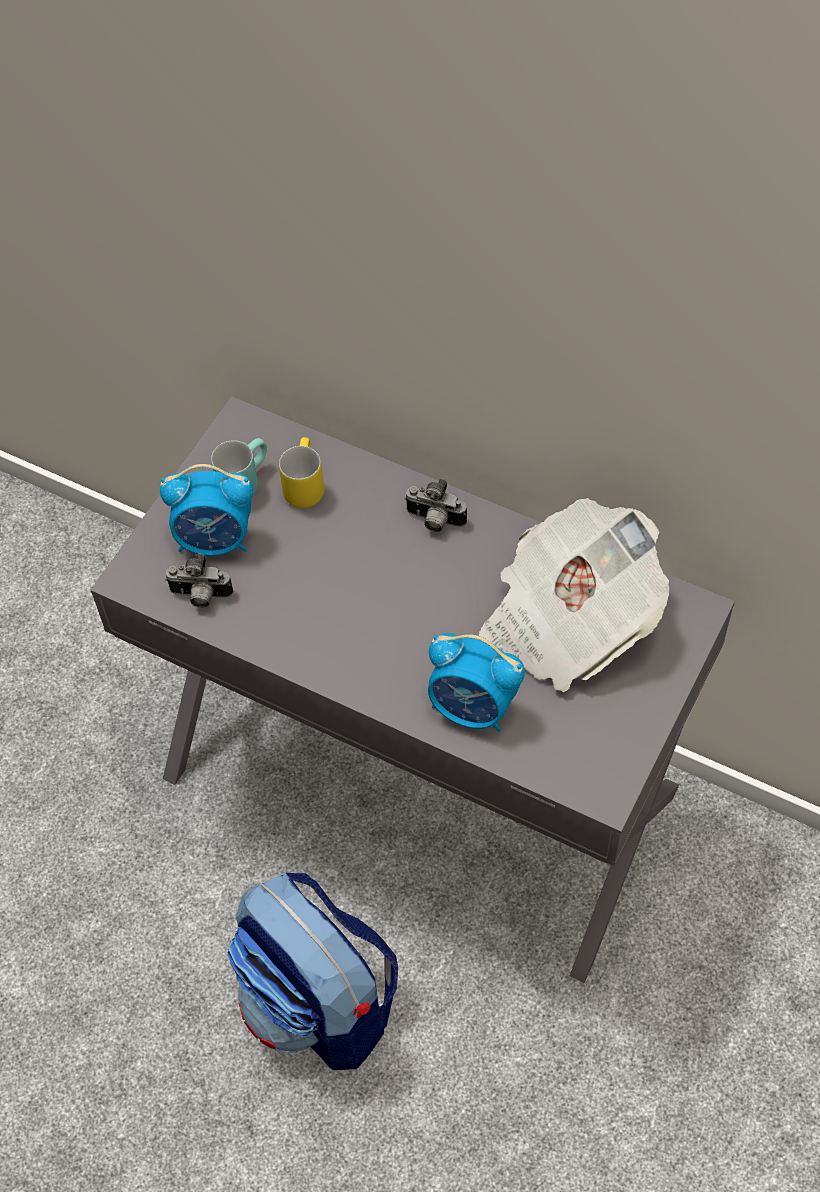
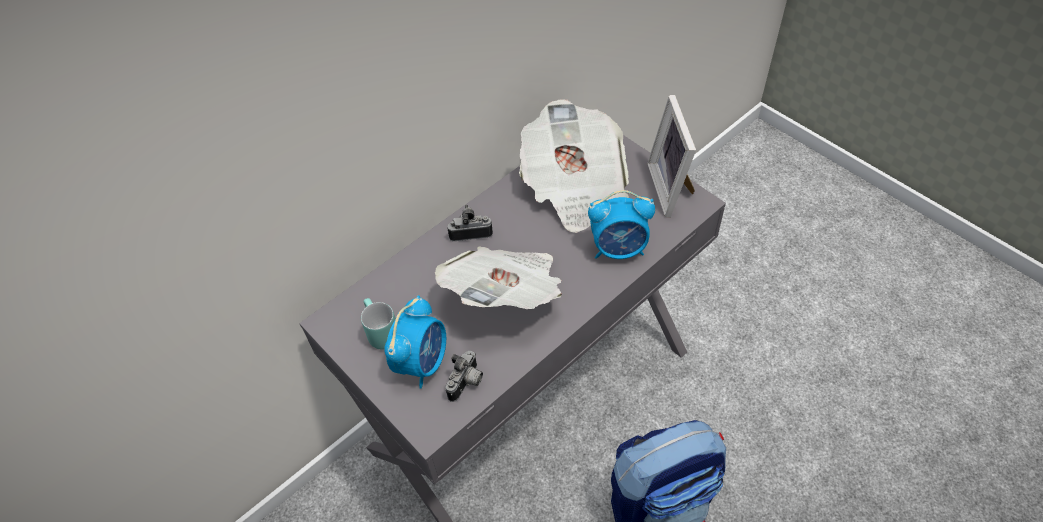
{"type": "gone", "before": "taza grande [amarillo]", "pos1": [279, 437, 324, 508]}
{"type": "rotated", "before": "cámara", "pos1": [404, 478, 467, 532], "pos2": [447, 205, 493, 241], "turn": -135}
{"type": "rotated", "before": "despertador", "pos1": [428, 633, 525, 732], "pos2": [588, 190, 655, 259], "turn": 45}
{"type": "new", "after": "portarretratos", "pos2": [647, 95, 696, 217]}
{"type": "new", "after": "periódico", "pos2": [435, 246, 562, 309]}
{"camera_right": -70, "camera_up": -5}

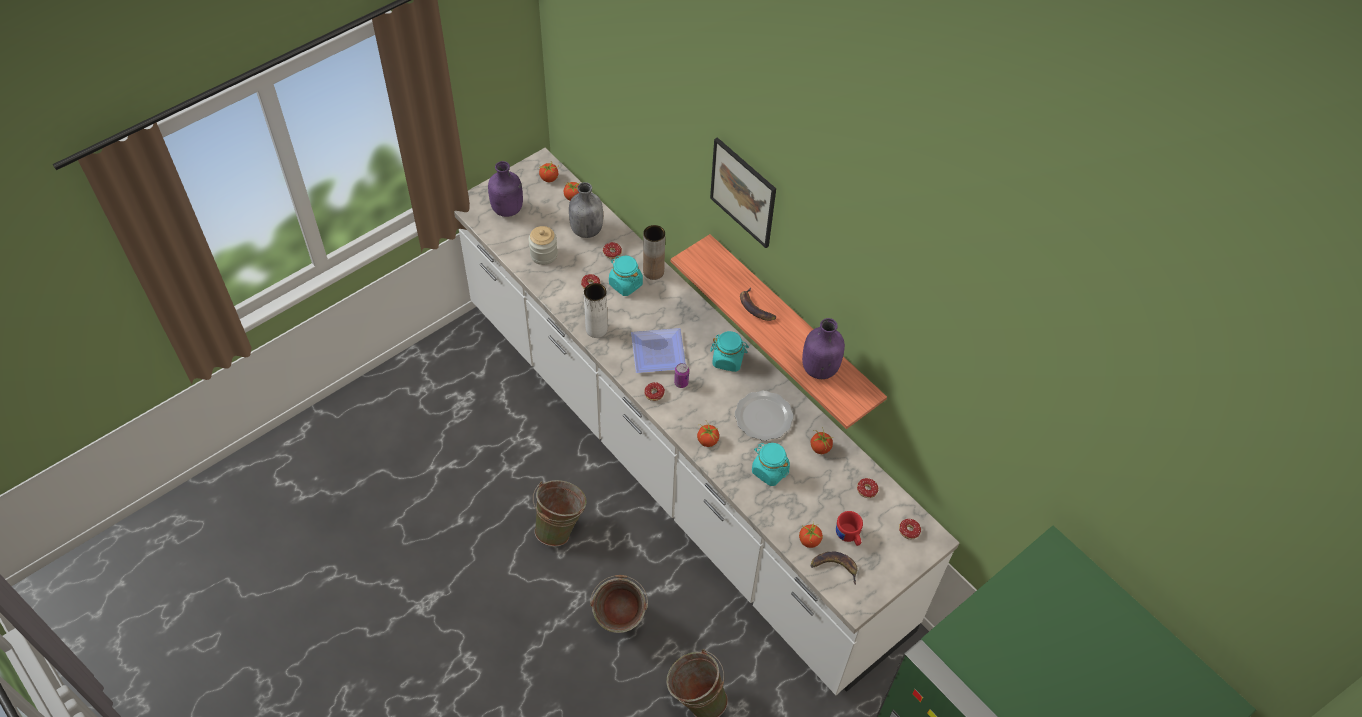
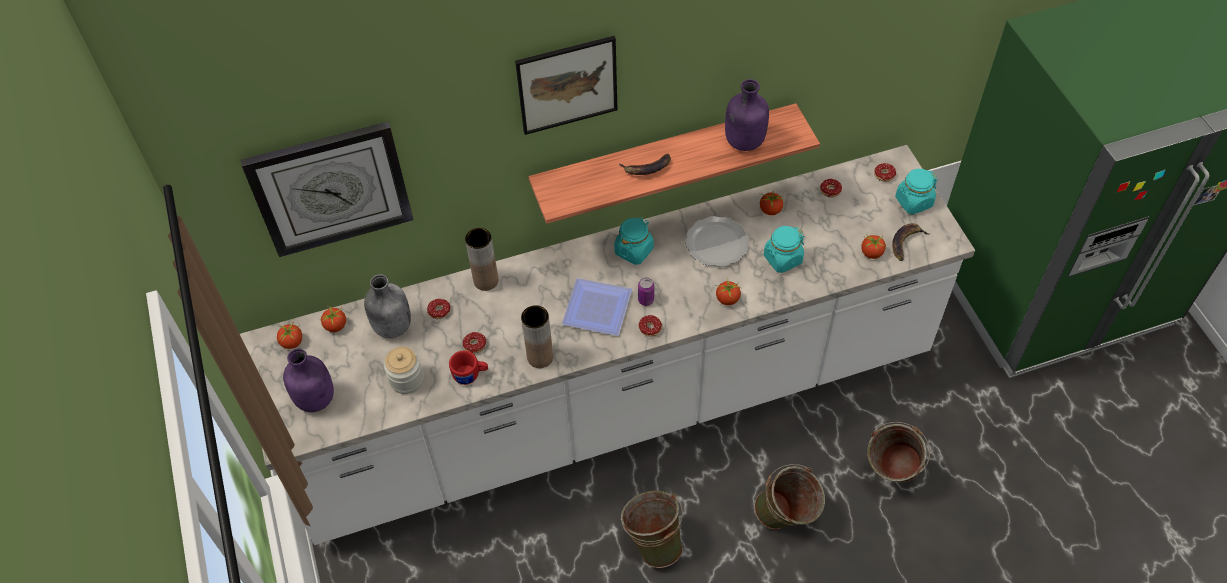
{"type": "shifted", "before": "tarro [turquesa]", "pos1": [609, 256, 643, 296], "pos2": [895, 169, 937, 215]}
{"type": "repainted", "before": "florero [blanco]", "after": "florero [marrón]", "pos1": [584, 283, 608, 338], "pos2": [521, 305, 553, 368]}
{"type": "shifted", "before": "taza grande [rojo]", "pos1": [836, 511, 863, 546], "pos2": [449, 351, 488, 385]}
{"type": "new", "after": "reloj de pared", "pos2": [241, 121, 413, 257]}
{"camera_right": -65, "camera_up": 0}

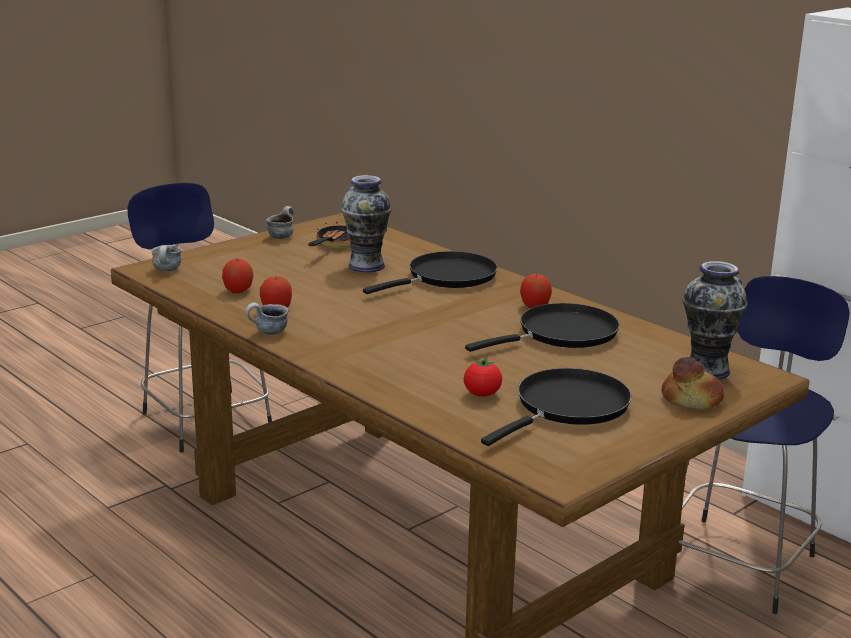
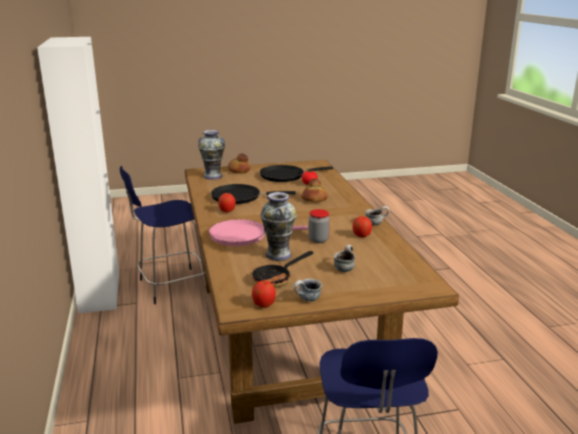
{"type": "shifted", "before": "taza grande", "pos1": [151, 245, 182, 271], "pos2": [334, 245, 355, 272]}
{"type": "repainted", "before": "sartén [negro]", "after": "sartén [rosa]", "pos1": [363, 251, 497, 294], "pos2": [209, 219, 308, 246]}
{"type": "shifted", "before": "manzana", "pos1": [222, 259, 253, 293], "pos2": [252, 280, 276, 308]}
{"type": "new", "after": "pan", "pos2": [301, 179, 327, 202]}
{"type": "new", "after": "tarro", "pos2": [308, 209, 330, 243]}
{"camera_right": -150, "camera_up": 0}

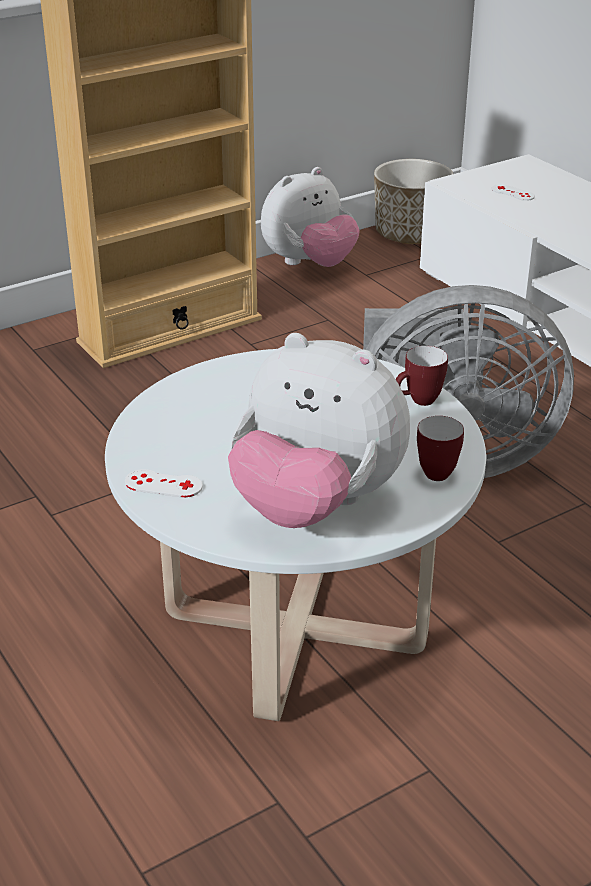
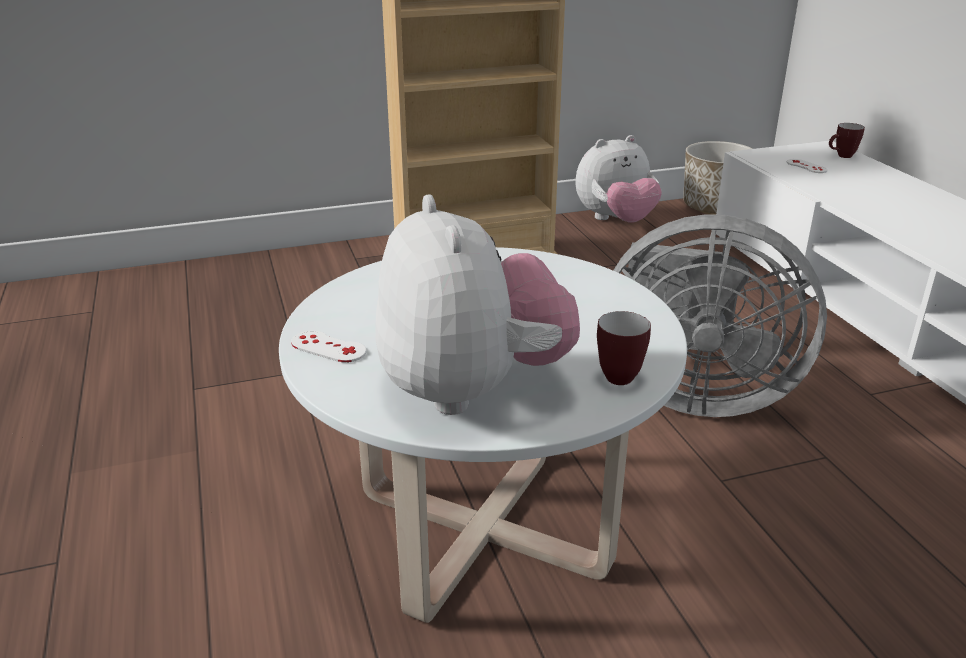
{"type": "rotated", "before": "peluche", "pos1": [228, 333, 410, 528], "pos2": [375, 194, 580, 415], "turn": -150}
{"type": "shifted", "before": "taza grande", "pos1": [396, 346, 448, 406], "pos2": [829, 123, 865, 158]}
{"camera_right": 15, "camera_up": -5}

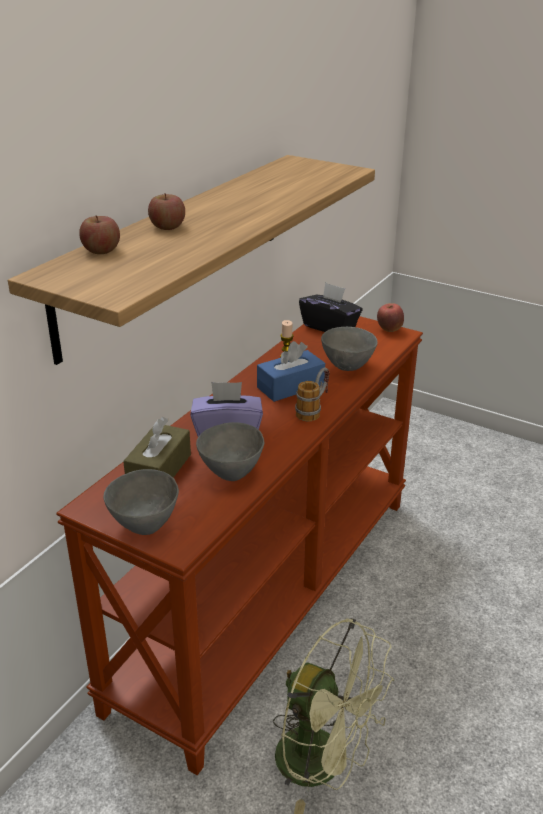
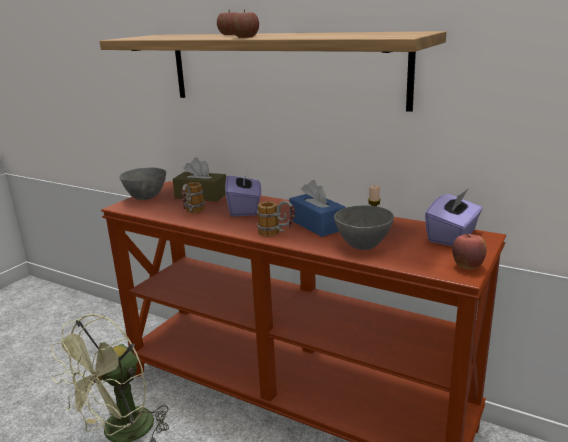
{"type": "shifted", "before": "manzana", "pos1": [79, 215, 120, 254], "pos2": [231, 10, 259, 38]}
{"type": "repainted", "before": "caja de pañuelos [negro]", "after": "caja de pañuelos [morado]", "pos1": [299, 282, 362, 332], "pos2": [425, 188, 482, 247]}
{"type": "swapped", "before": "cuenco [gris]", "after": "taza grande", "pos1": [196, 422, 265, 481], "pos2": [181, 182, 205, 213]}
{"camera_right": 90, "camera_up": -10}

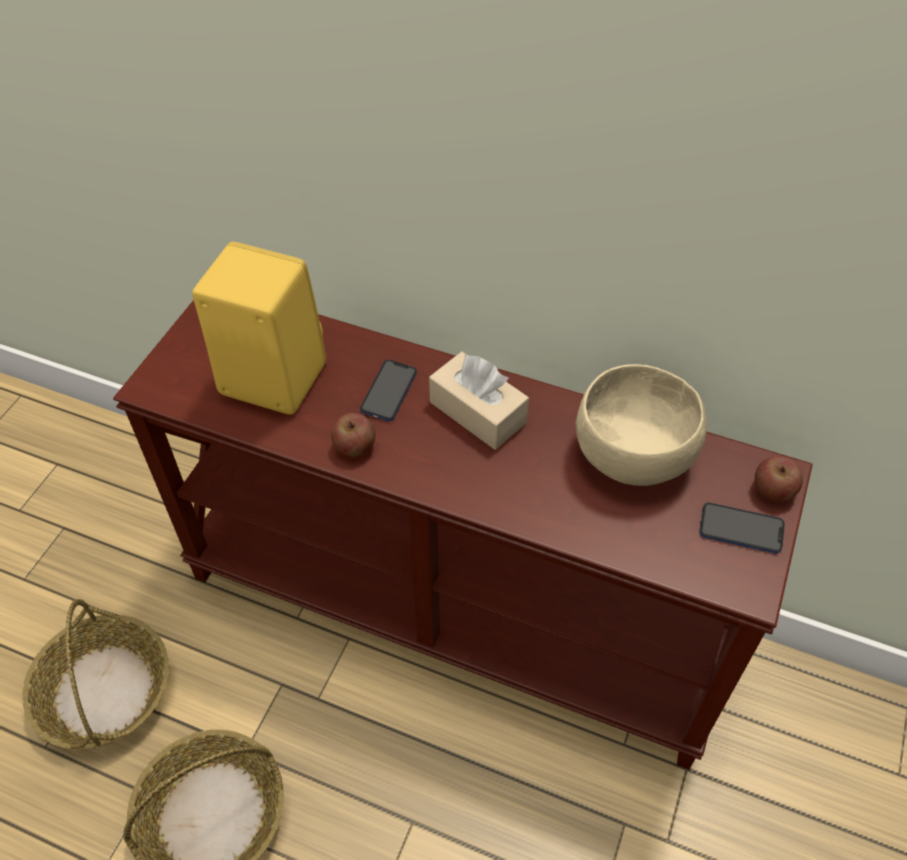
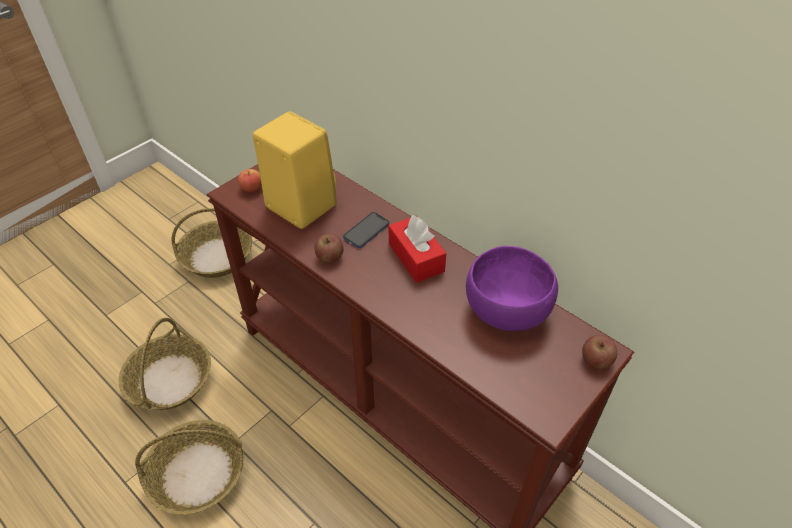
{"type": "repainted", "before": "caja de pañuelos [beis]", "after": "caja de pañuelos [rojo]", "pos1": [429, 352, 529, 450], "pos2": [389, 215, 446, 283]}
{"type": "repainted", "before": "cuenco [beis]", "after": "cuenco [morado]", "pos1": [576, 364, 707, 486], "pos2": [466, 246, 558, 331]}
{"type": "gone", "before": "móvil", "pos1": [699, 502, 785, 554]}
{"type": "new", "after": "manzana", "pos2": [238, 169, 262, 192]}
{"type": "new", "after": "cesta", "pos2": [172, 208, 252, 278]}
{"camera_right": 20, "camera_up": -5}

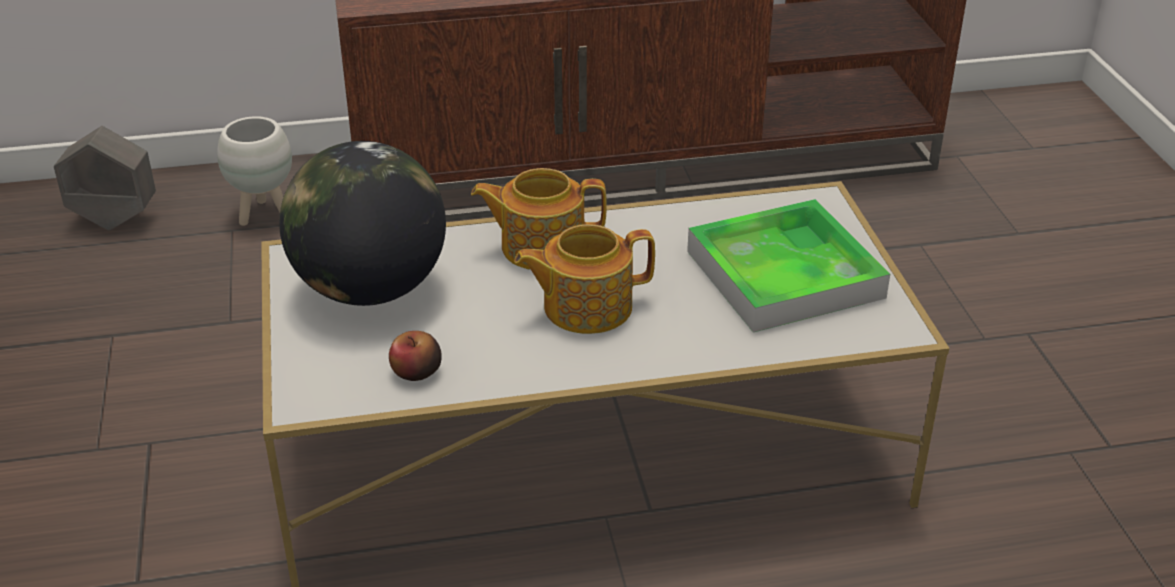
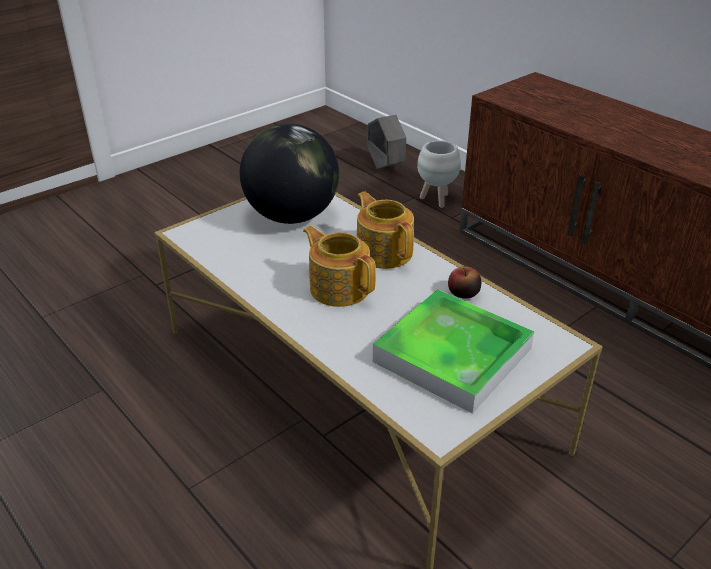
{"type": "shifted", "before": "manzana", "pos1": [389, 331, 442, 381], "pos2": [448, 266, 481, 298]}
{"camera_right": 60, "camera_up": 0}

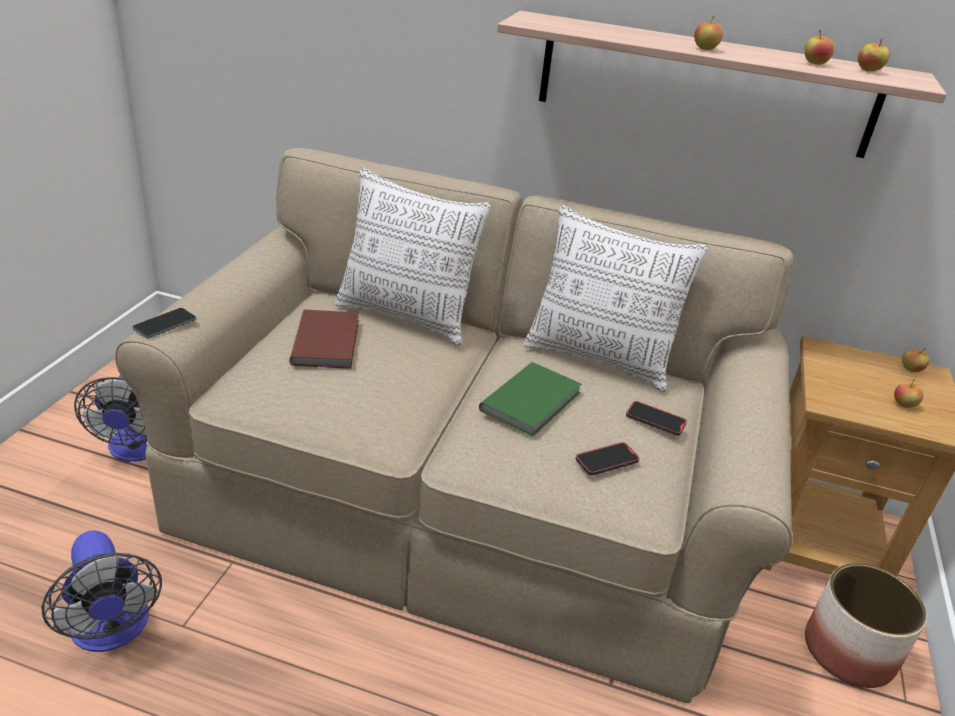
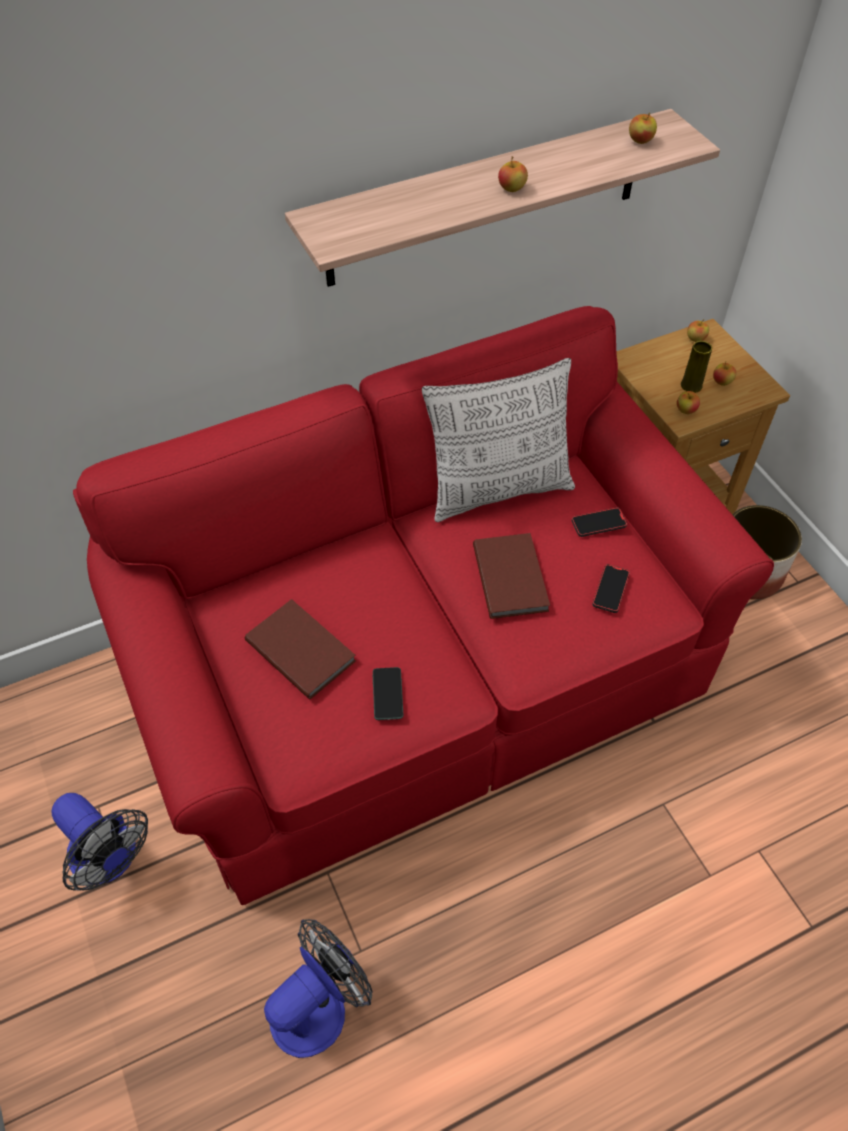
{"type": "shifted", "before": "manzana", "pos1": [805, 30, 835, 65], "pos2": [677, 391, 700, 414]}
{"type": "repainted", "before": "sofá [beis]", "after": "sofá [rojo]", "pos1": [115, 148, 793, 703], "pos2": [73, 306, 774, 905]}
{"type": "gone", "before": "cojín", "pos1": [335, 168, 491, 346]}
{"type": "shifted", "before": "móvil", "pos1": [132, 308, 196, 338], "pos2": [373, 667, 403, 720]}
{"type": "repainted", "before": "libro [verde]", "after": "libro [marrón]", "pos1": [479, 362, 582, 437], "pos2": [473, 533, 550, 619]}
{"type": "rotated", "before": "ventilador", "pos1": [41, 530, 162, 652], "pos2": [264, 919, 373, 1058], "turn": -60}
{"type": "new", "after": "florero [amarillo]", "pos2": [681, 341, 712, 393]}
{"camera_right": -40, "camera_up": 20}

